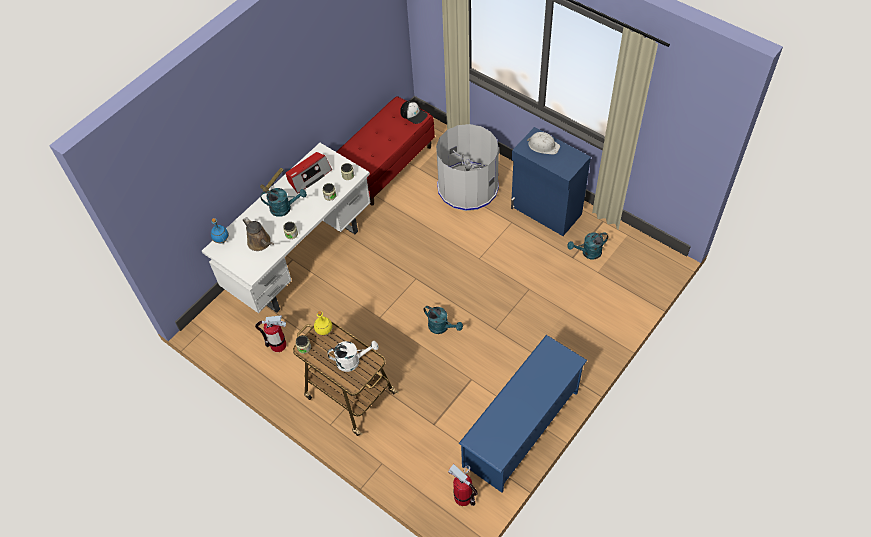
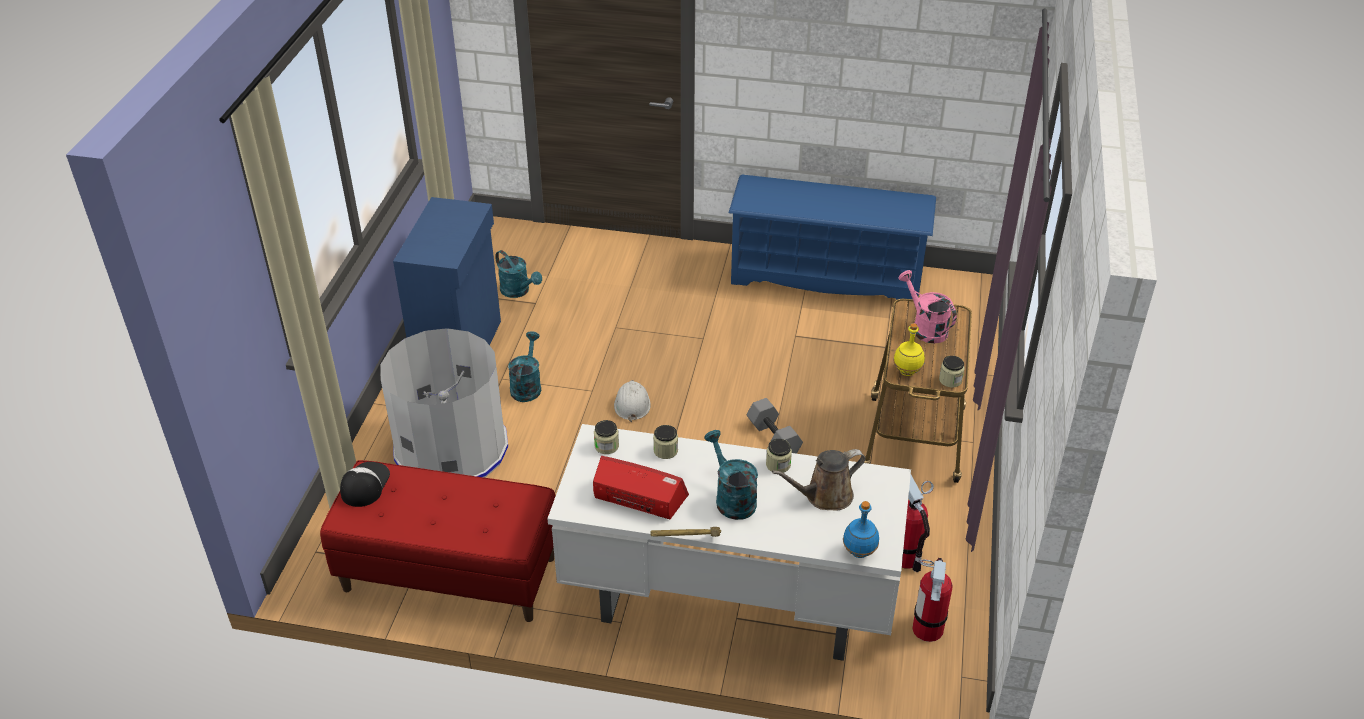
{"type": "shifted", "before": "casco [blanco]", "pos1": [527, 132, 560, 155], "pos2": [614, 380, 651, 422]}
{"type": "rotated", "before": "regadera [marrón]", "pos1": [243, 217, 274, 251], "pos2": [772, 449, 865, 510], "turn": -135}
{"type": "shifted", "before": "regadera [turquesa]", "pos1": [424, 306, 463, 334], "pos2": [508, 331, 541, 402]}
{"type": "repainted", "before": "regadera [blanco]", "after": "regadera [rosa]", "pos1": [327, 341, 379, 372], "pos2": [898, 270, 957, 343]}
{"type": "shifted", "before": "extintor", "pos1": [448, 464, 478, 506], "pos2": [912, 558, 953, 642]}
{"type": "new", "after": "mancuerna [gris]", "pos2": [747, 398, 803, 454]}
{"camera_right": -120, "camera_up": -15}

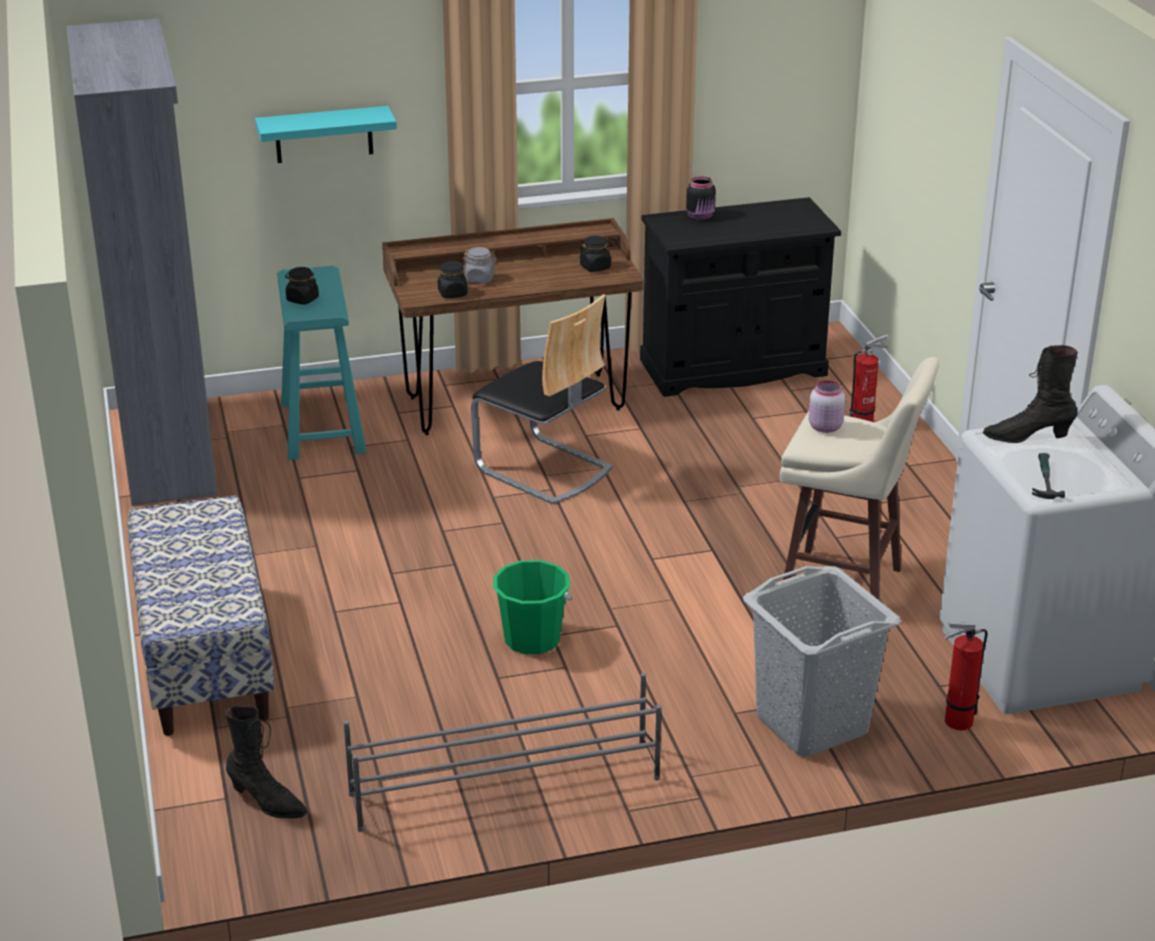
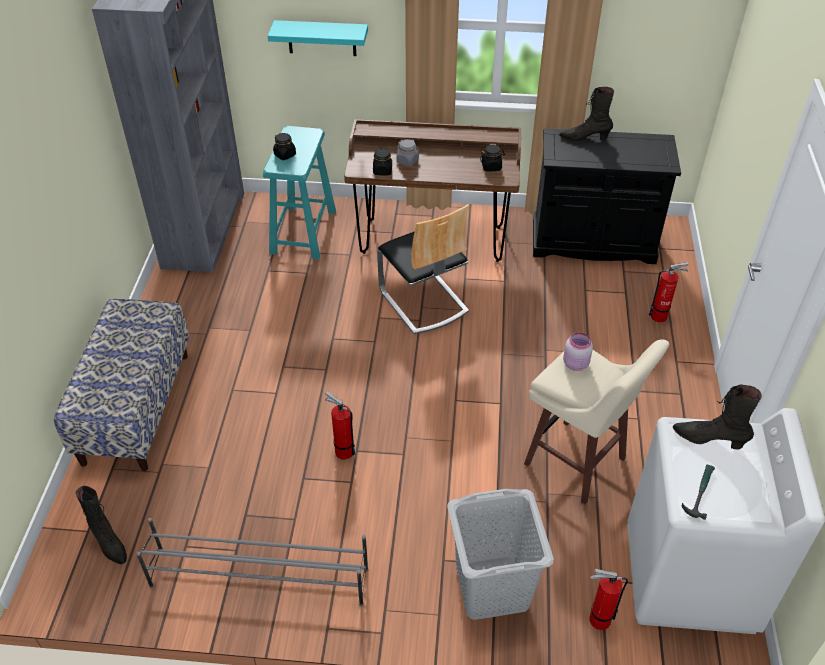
{"type": "swapped", "before": "tarro [negro]", "after": "bota [negro]", "pos1": [686, 176, 716, 220], "pos2": [559, 87, 614, 142]}
{"type": "swapped", "before": "cubo [verde]", "after": "extintor", "pos1": [493, 560, 572, 654], "pos2": [325, 391, 355, 459]}
{"camera_right": 20, "camera_up": 15}

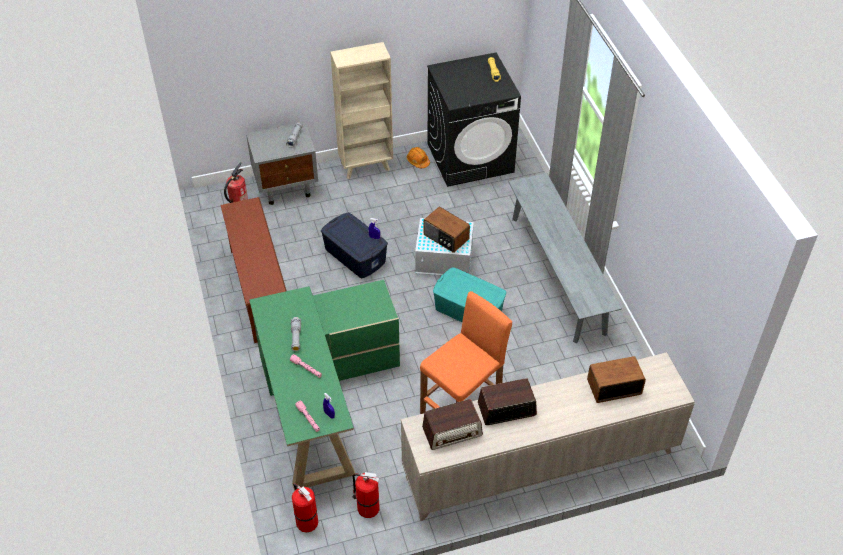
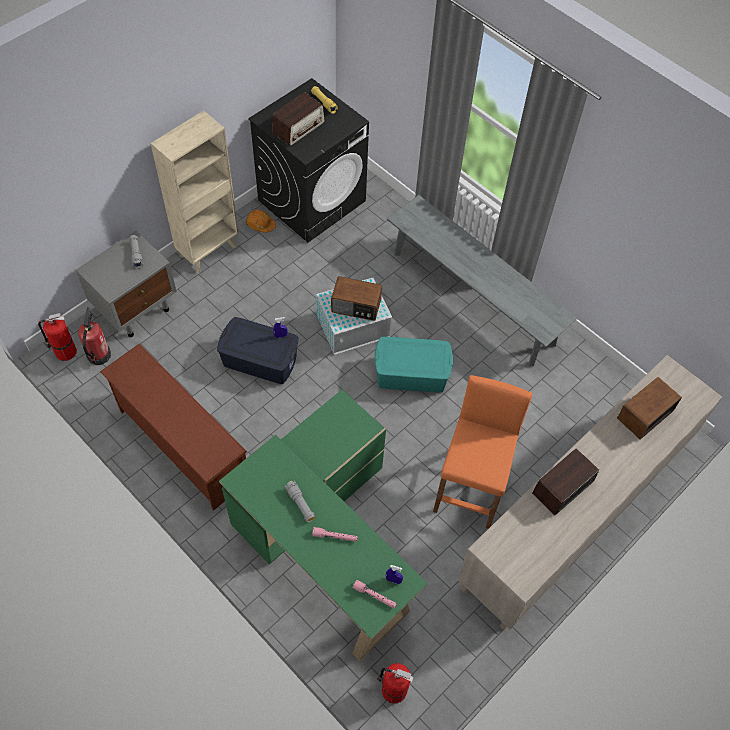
{"type": "shifted", "before": "radio", "pos1": [422, 399, 483, 450], "pos2": [272, 92, 325, 146]}
{"type": "shifted", "before": "extintor", "pos1": [352, 472, 380, 518], "pos2": [38, 313, 77, 361]}
{"camera_right": -30, "camera_up": 10}

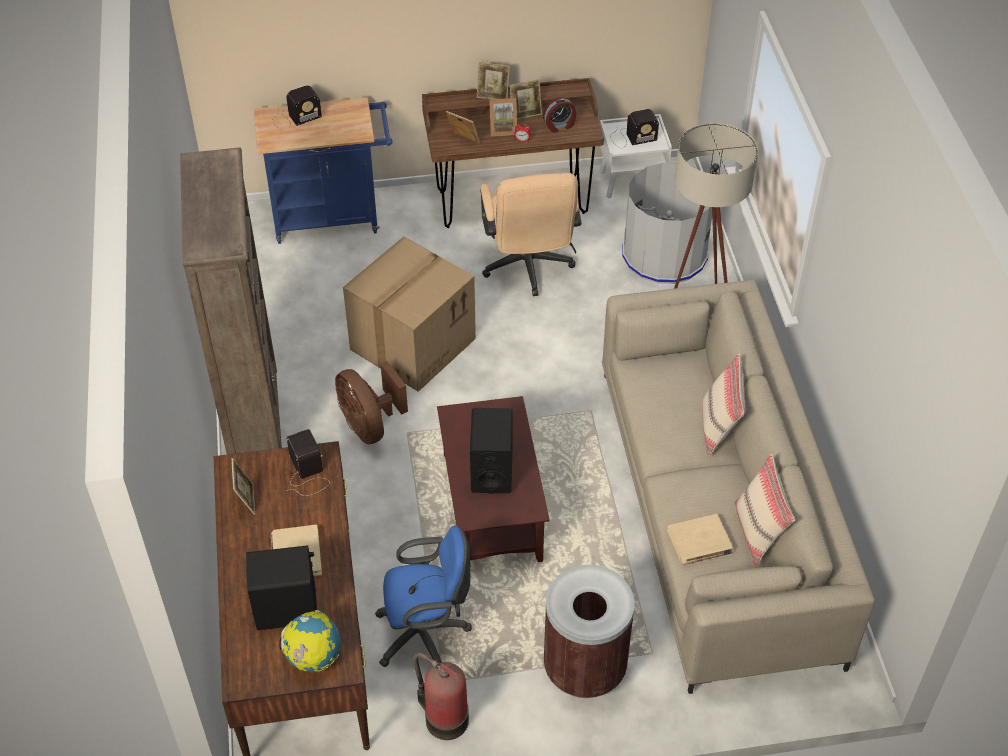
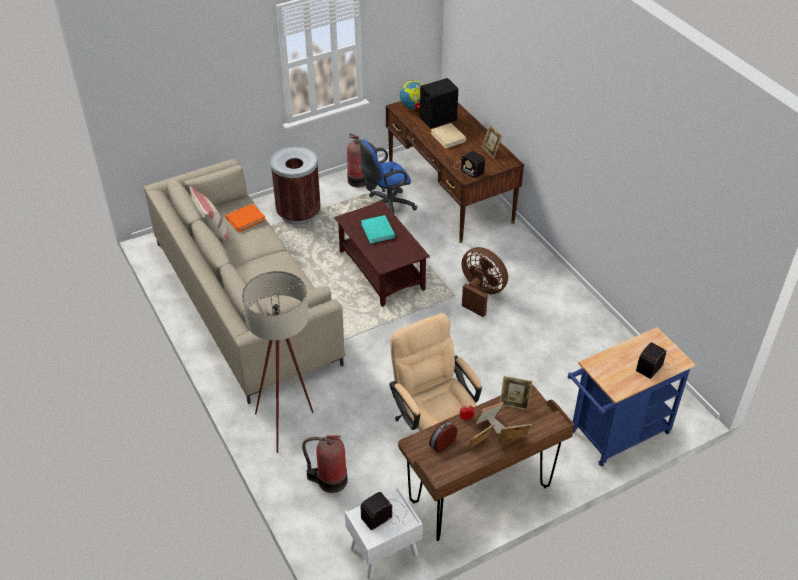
{"type": "gone", "before": "estantería [marrón]", "pos1": [180, 148, 282, 455]}
{"type": "swapped", "before": "papelera [gris]", "after": "extintor", "pos1": [622, 163, 712, 284], "pos2": [302, 435, 348, 493]}
{"type": "gone", "before": "caja de cartón", "pos1": [343, 237, 476, 392]}
{"type": "gone", "before": "cojín [beis]", "pos1": [702, 353, 746, 458]}
{"type": "swapped", "before": "altavoz [negro]", "after": "libro [turquesa]", "pos1": [470, 408, 513, 494], "pos2": [361, 215, 395, 243]}
{"type": "repainted", "before": "libro [beis]", "after": "libro [naranja]", "pos1": [667, 514, 733, 565], "pos2": [226, 204, 266, 232]}
{"camera_right": 160, "camera_up": -5}

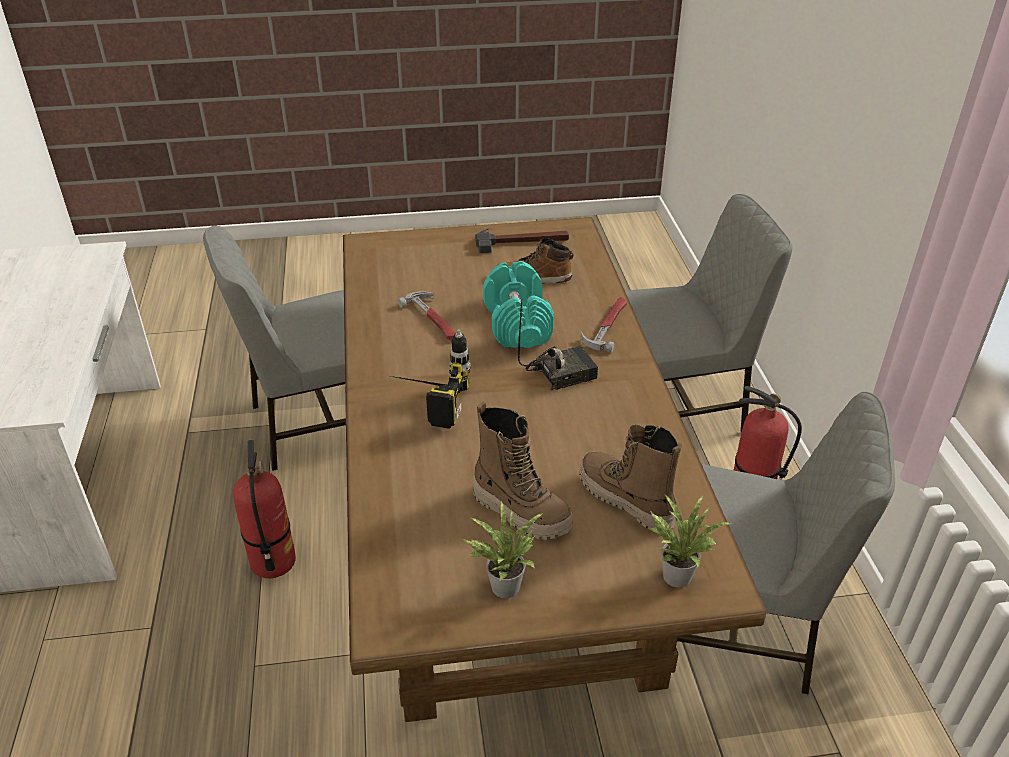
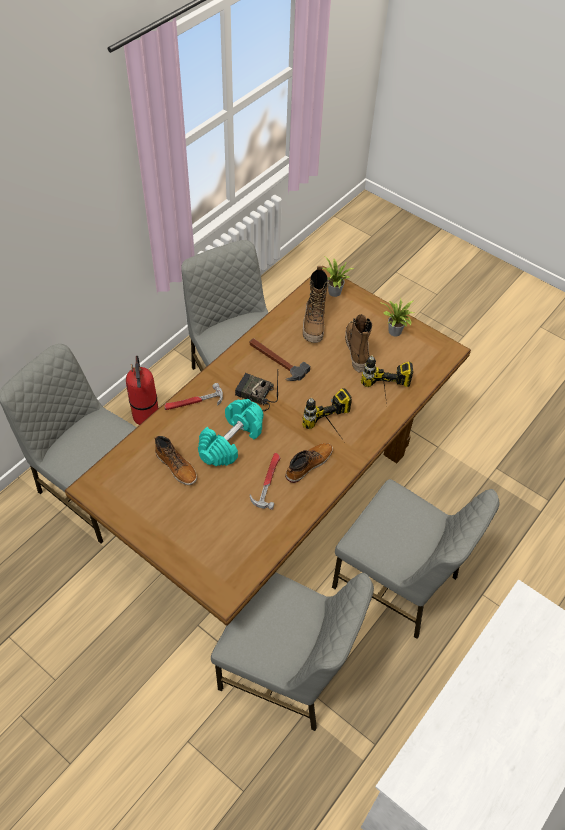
{"type": "shifted", "before": "martillo", "pos1": [475, 229, 569, 253], "pos2": [250, 338, 310, 381]}
{"type": "swapped", "before": "extintor", "after": "silla [gris]", "pos1": [233, 440, 296, 578], "pos2": [332, 479, 500, 639]}
{"type": "new", "after": "taladro", "pos2": [361, 355, 413, 404]}
{"type": "new", "after": "bota", "pos2": [285, 443, 333, 483]}
{"camera_right": -135, "camera_up": 15}

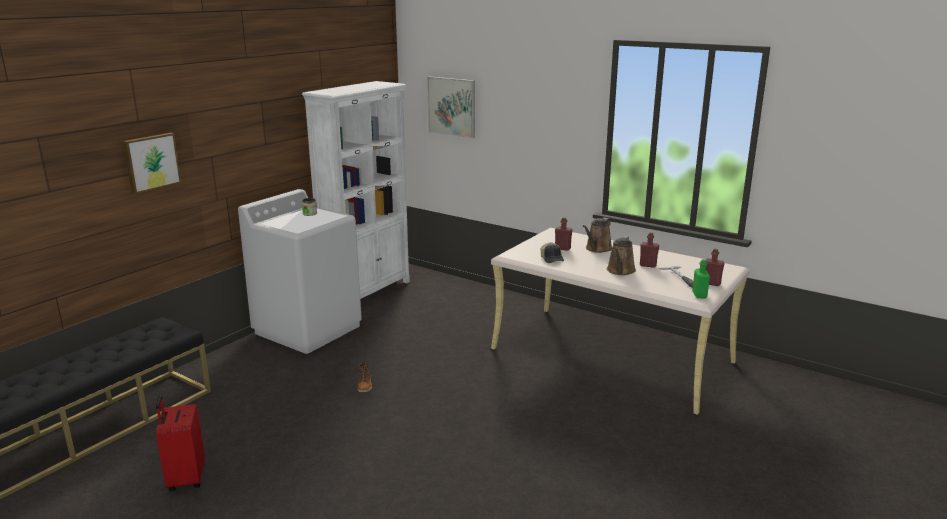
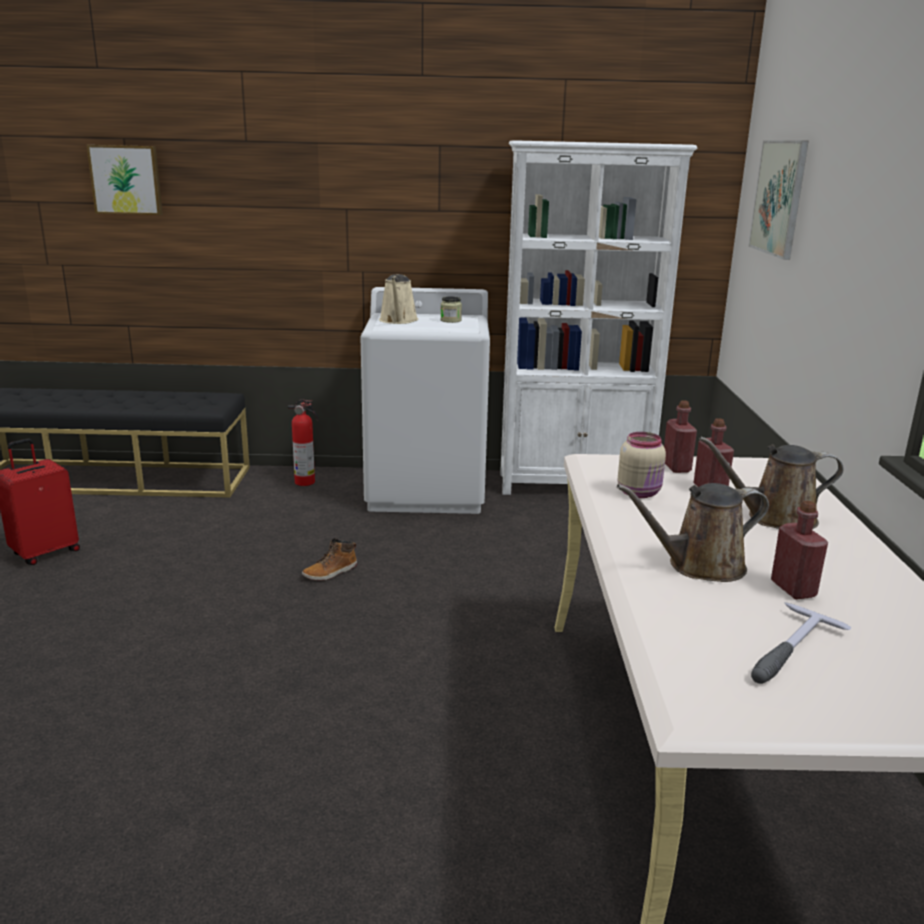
{"type": "shifted", "before": "cuadro", "pos1": [123, 133, 181, 194], "pos2": [86, 145, 163, 215]}
{"type": "swapped", "before": "gorra", "after": "tarro [beis]", "pos1": [541, 242, 564, 263], "pos2": [618, 432, 666, 498]}
{"type": "shifted", "before": "botella [rojo]", "pos1": [705, 249, 725, 286], "pos2": [664, 400, 697, 473]}
{"type": "gone", "before": "botella [verde]", "pos1": [692, 259, 710, 298]}
{"type": "new", "after": "regadera [beis]", "pos2": [379, 274, 418, 324]}
{"type": "new", "after": "extintor", "pos2": [288, 399, 318, 486]}
{"camera_right": 55, "camera_up": 0}

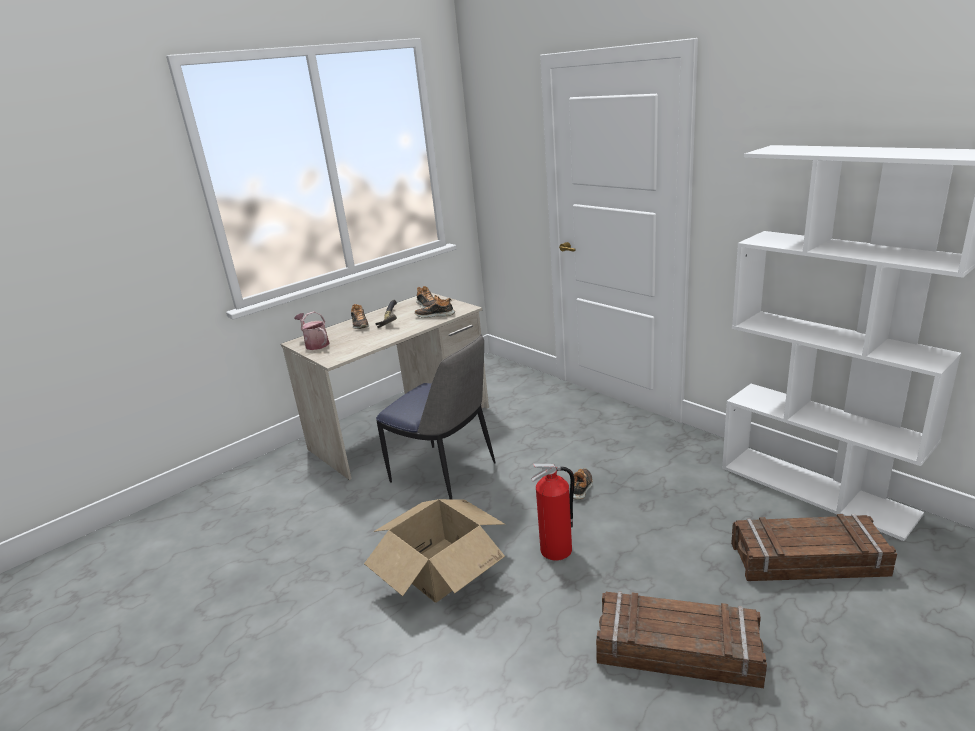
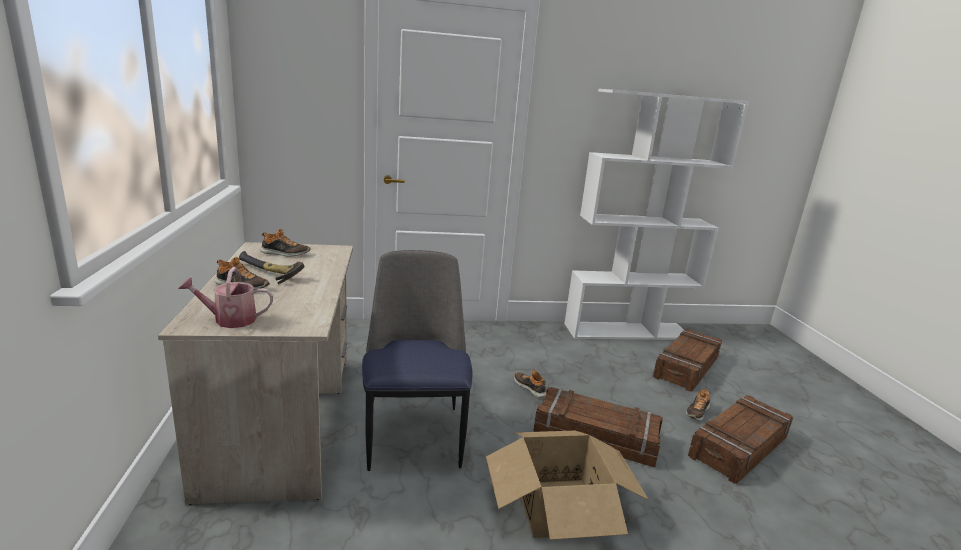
{"type": "shifted", "before": "zapato", "pos1": [415, 295, 455, 318], "pos2": [686, 389, 710, 420]}
{"type": "rotated", "before": "silla", "pos1": [376, 335, 496, 499], "pos2": [362, 250, 472, 471], "turn": -75}
{"type": "swapped", "before": "extintor", "after": "caja de embalaje", "pos1": [531, 464, 575, 561], "pos2": [533, 387, 663, 468]}
{"camera_right": -60, "camera_up": -5}

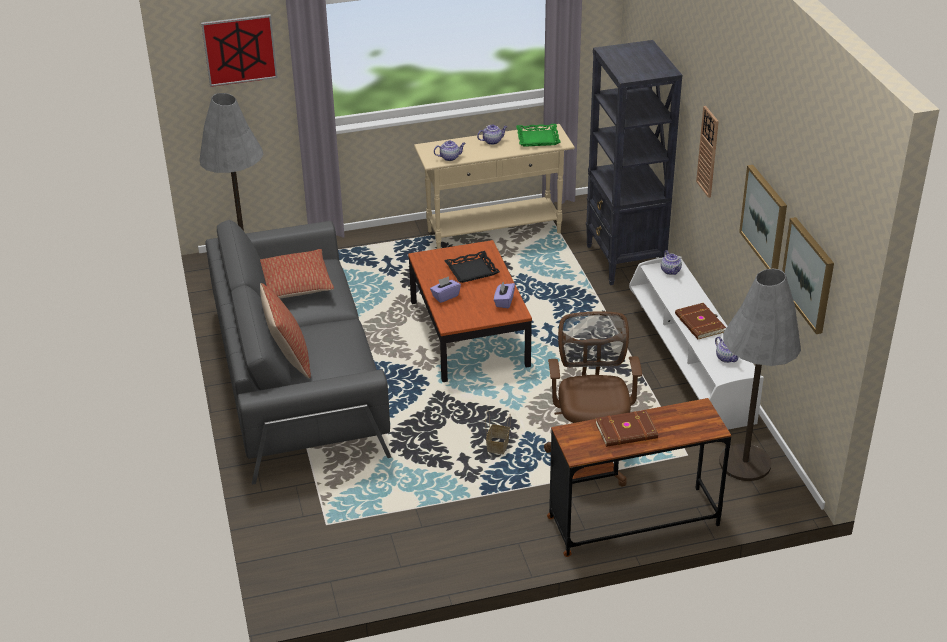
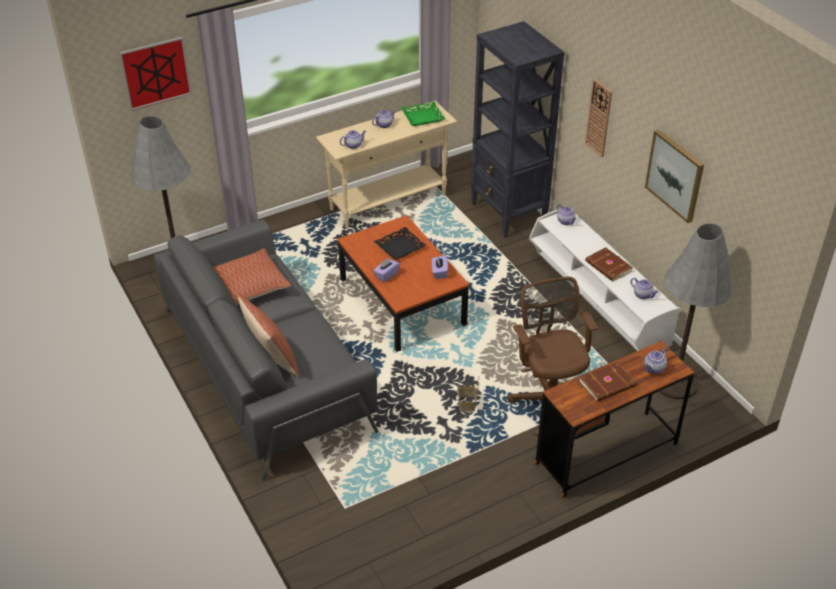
{"type": "gone", "before": "cuadro", "pos1": [782, 217, 834, 334]}
{"type": "new", "after": "tetera", "pos2": [644, 348, 667, 374]}
{"camera_right": -15, "camera_up": 5}

